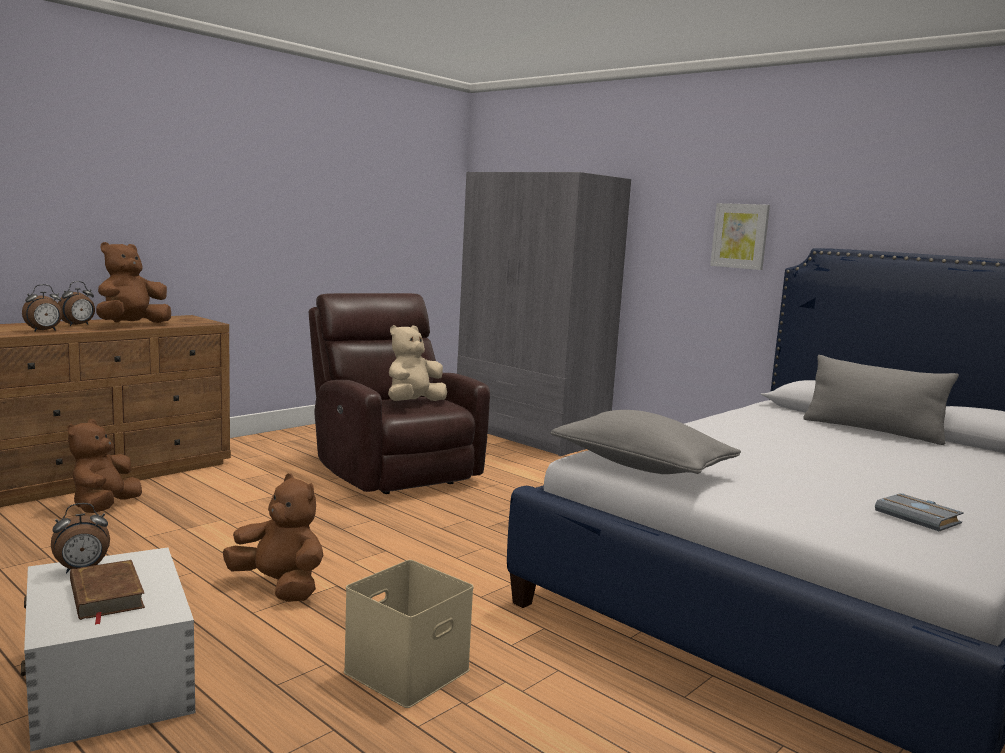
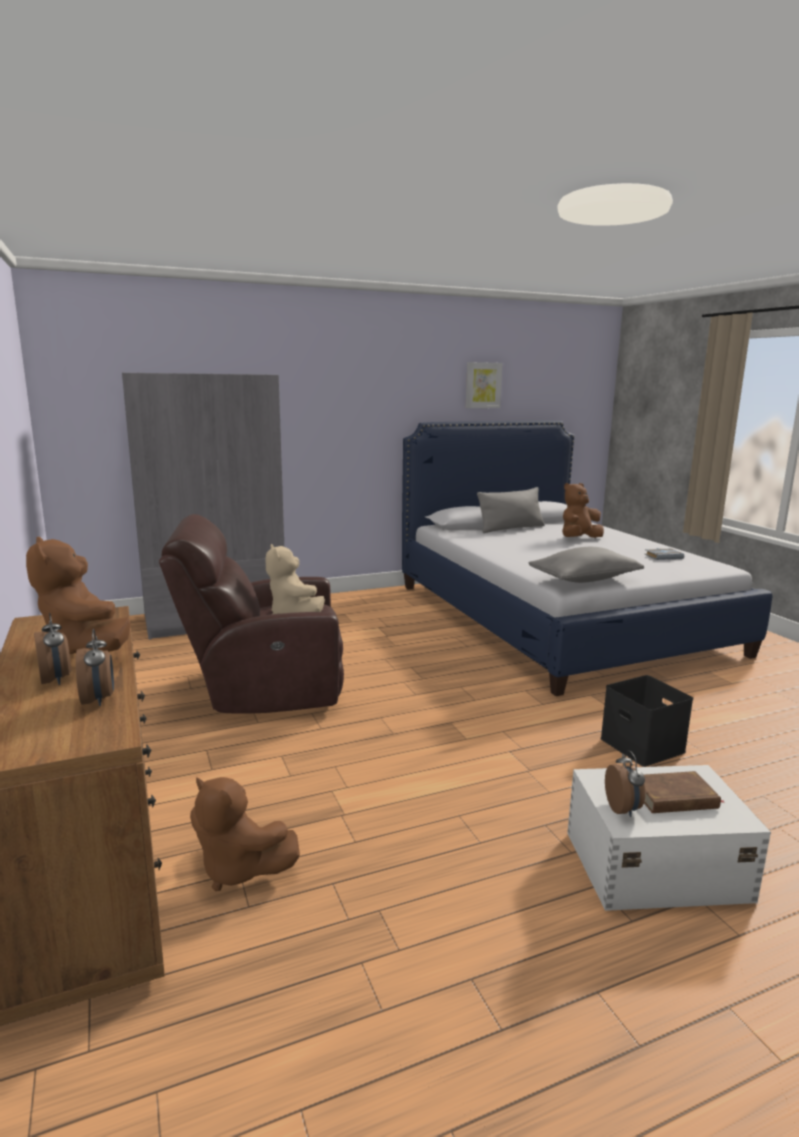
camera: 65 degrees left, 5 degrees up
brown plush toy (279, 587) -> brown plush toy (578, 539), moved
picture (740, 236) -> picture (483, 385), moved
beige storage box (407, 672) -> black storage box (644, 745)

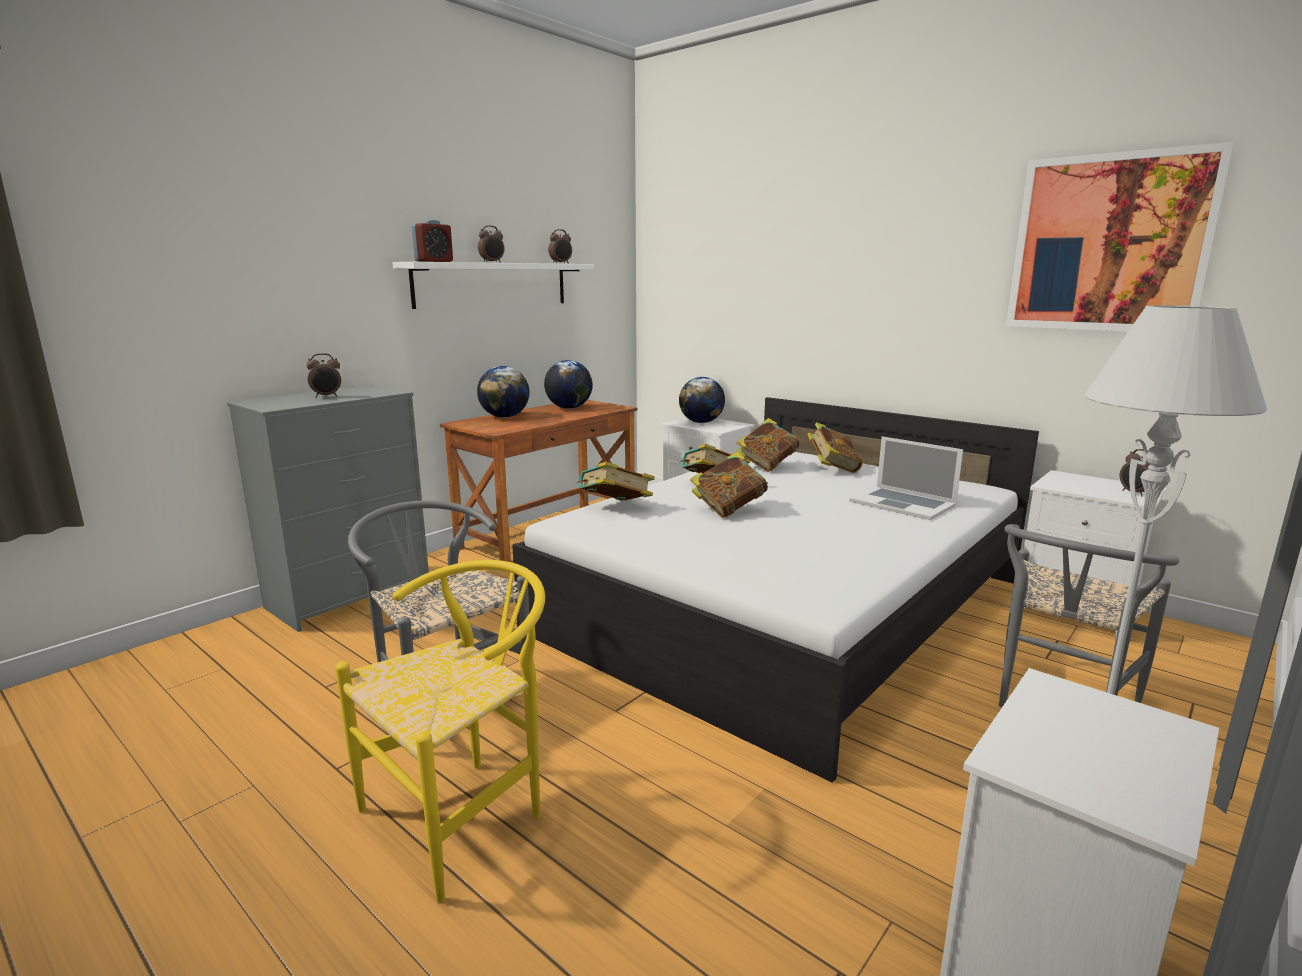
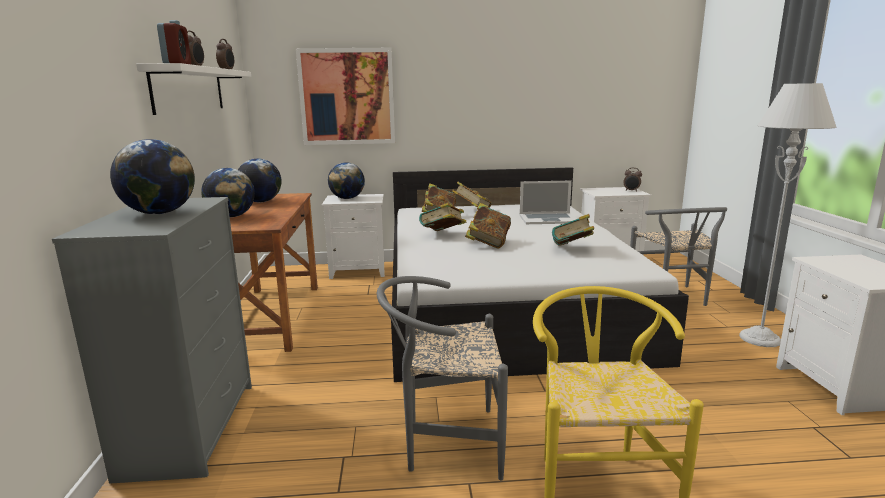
camera: 45 degrees left, 0 degrees up
book (615, 507) -> book (572, 249), moved
picture (1109, 244) -> picture (347, 97), moved
alarm clock (327, 396) -> globe (159, 213)

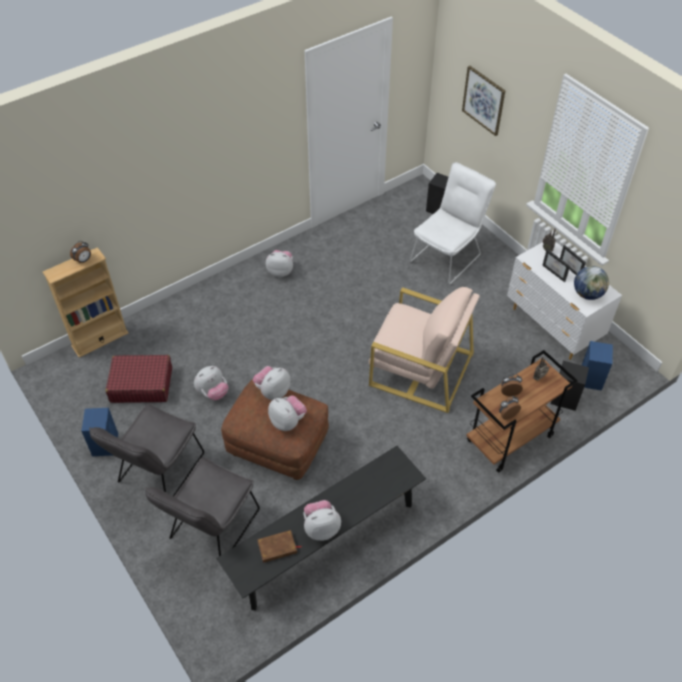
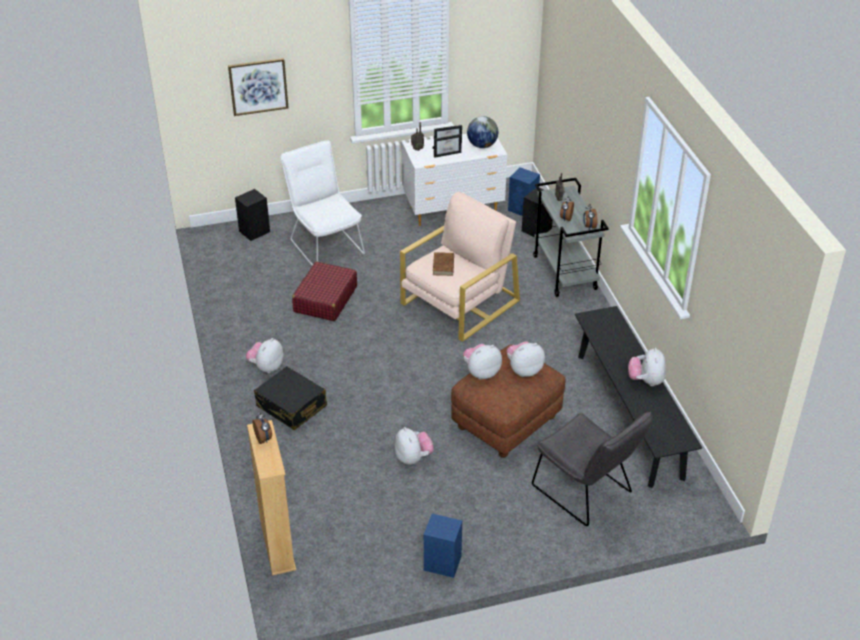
camera: 70 degrees left, 10 degrees down
grey chair (158, 472) -> none
none -> black suitcase (291, 406)
red suitcase (141, 384) -> red suitcase (325, 299), moved
brown book (277, 548) -> brown book (443, 266), moved
brown cart (510, 439) -> grey cart (565, 273)
plush toy (273, 391) -> plush toy (481, 372), 90 degrees clockwise

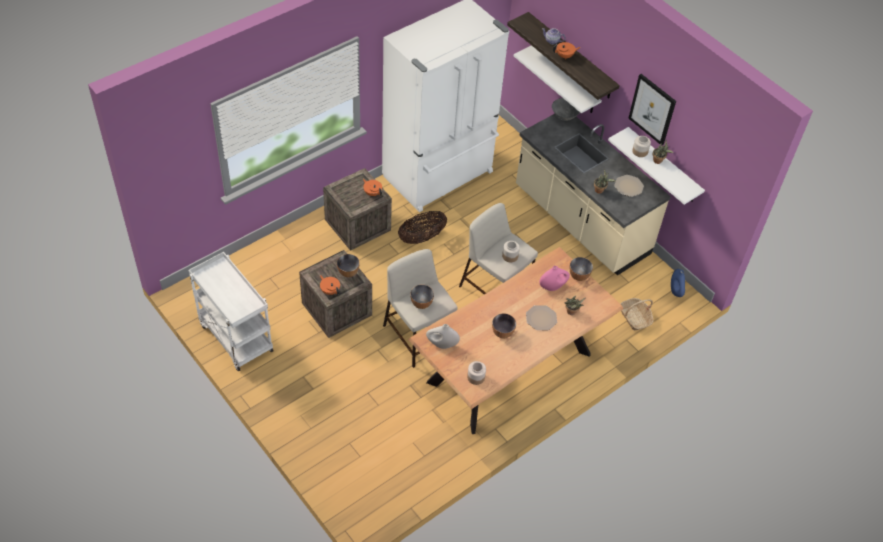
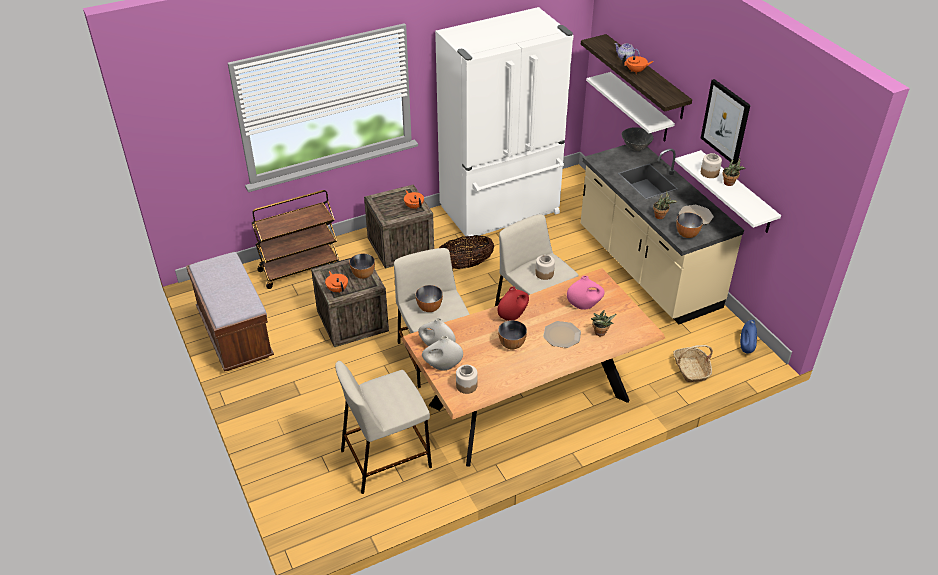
camera: 15 degrees right, 10 degrees down
none -> brown cart (300, 268)
none -> beige stool (387, 458)
none -> white vase (442, 366)
none -> red vase (512, 316)
bowl (579, 276) -> bowl (687, 234), moved
white cart (235, 337) -> brown bench (235, 334)

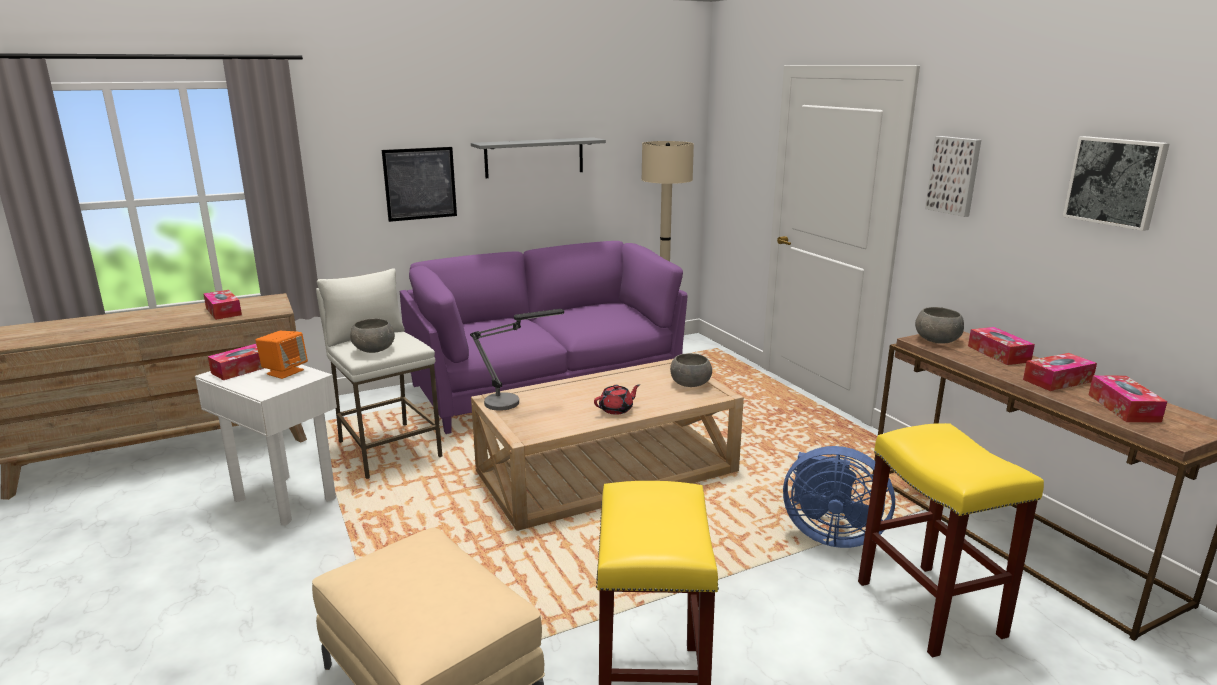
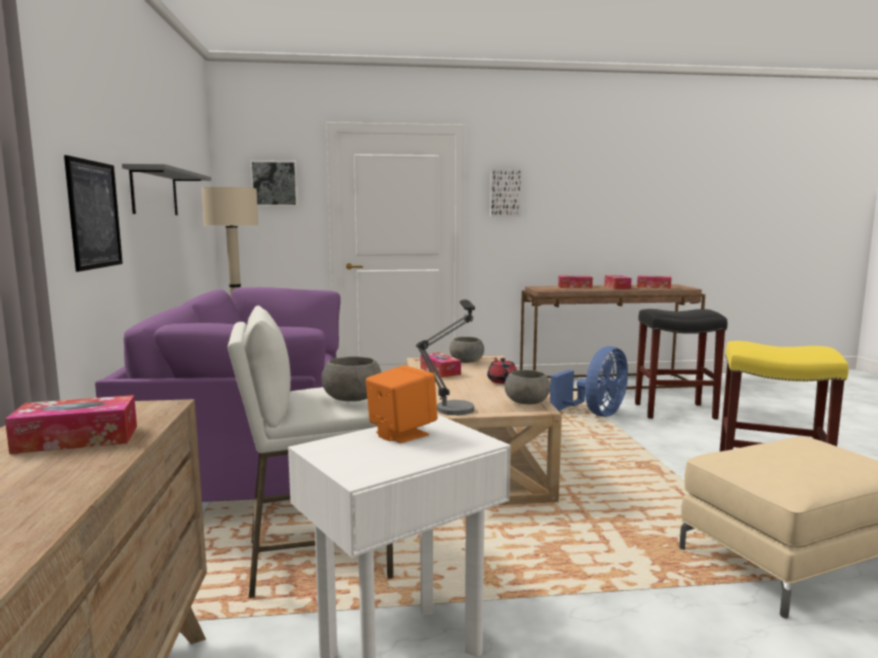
camera: 70 degrees left, 10 degrees down
tissue box (243, 369) -> tissue box (440, 371), moved
grey bowl (937, 340) -> grey bowl (527, 402), moved
picture (1115, 181) -> picture (274, 183), moved
yellow stool (927, 607) -> black stool (673, 411)

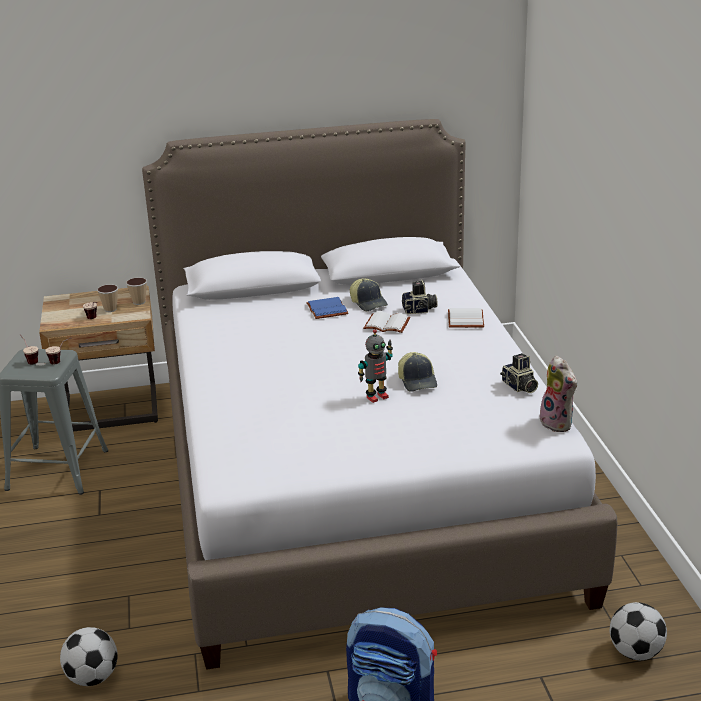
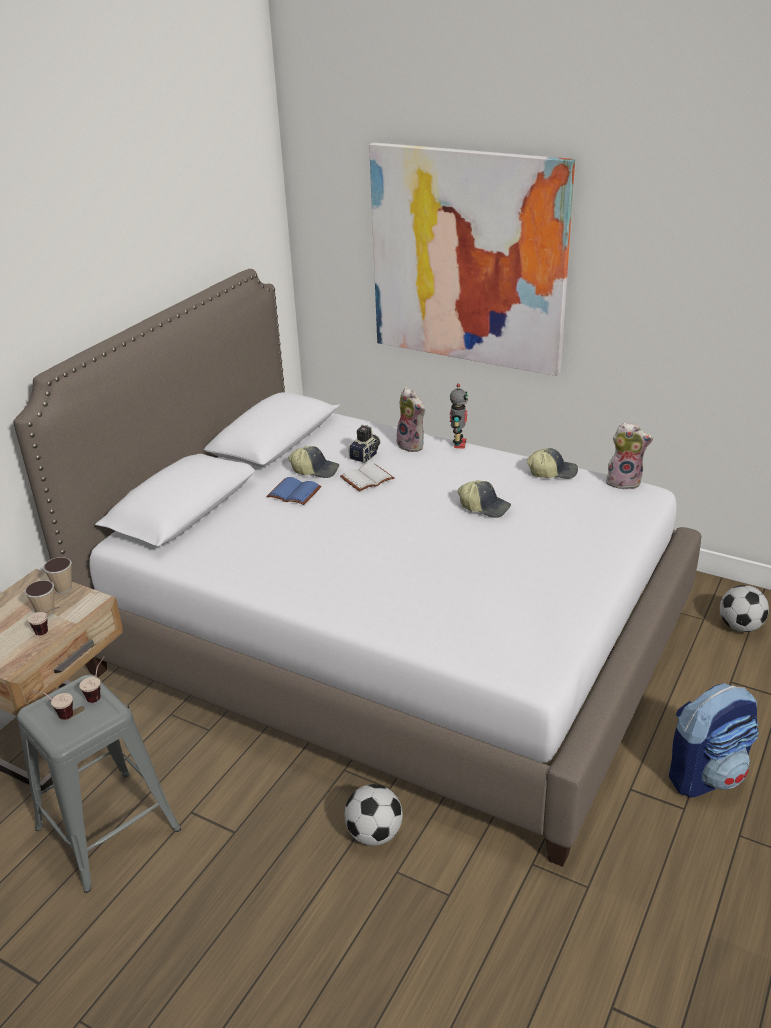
camera: 50 degrees left, 5 degrees up
none -> picture (468, 259)
football (93, 678) -> football (375, 834), moved
toy robot (376, 397) -> toy robot (458, 444), moved
white book (464, 319) -> plush toy (412, 445)
photo camera (519, 387) -> cap (552, 472)

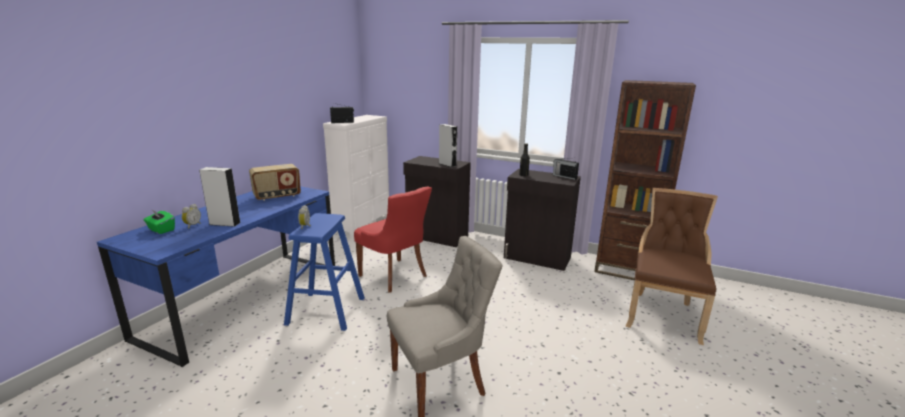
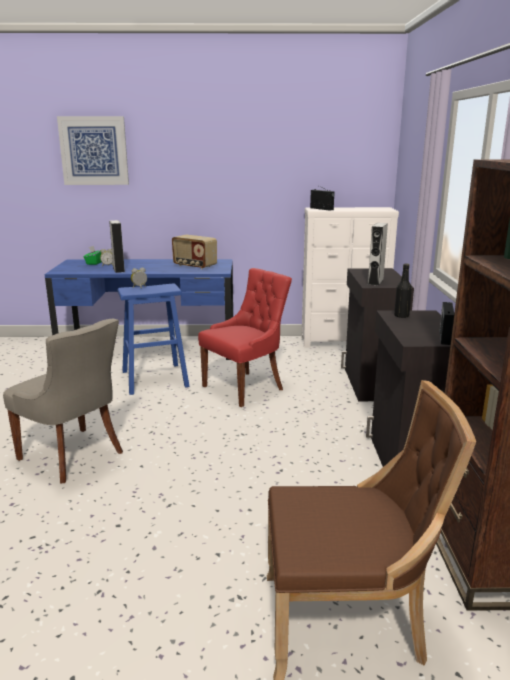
camera: 65 degrees right, 0 degrees up
none -> picture (94, 151)
red chair (394, 276) -> red chair (245, 388), 150 degrees counterclockwise

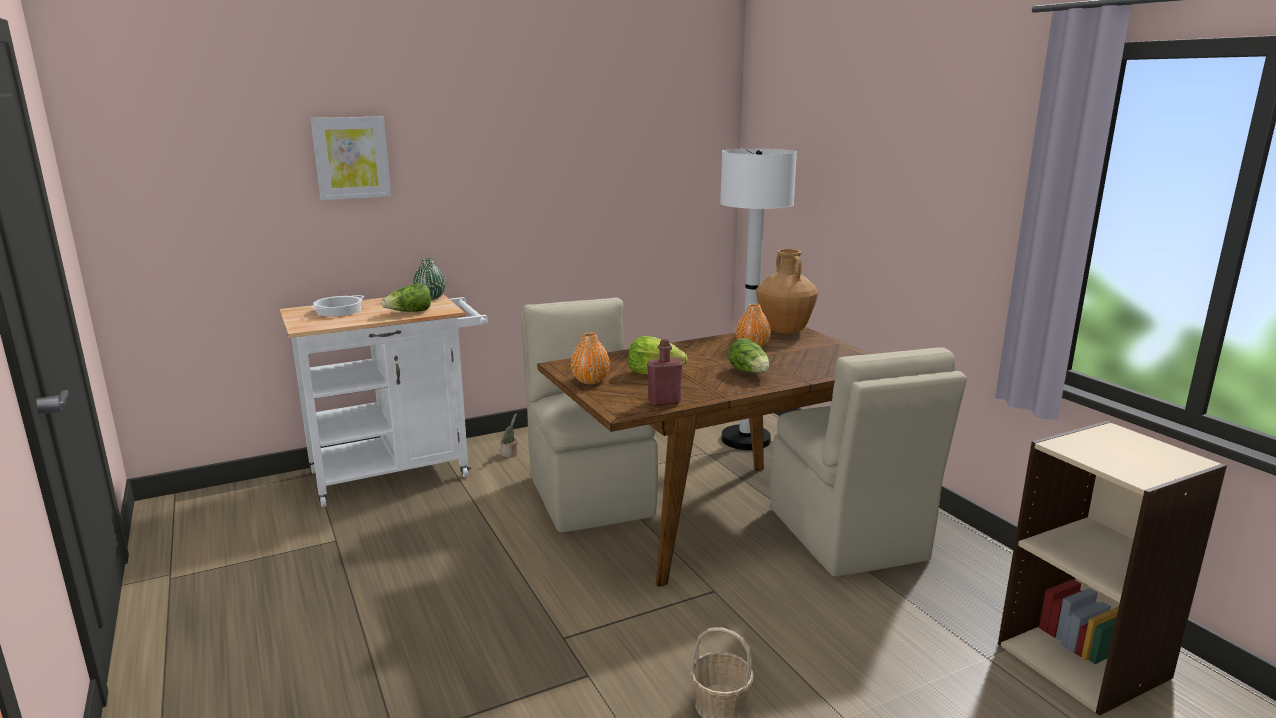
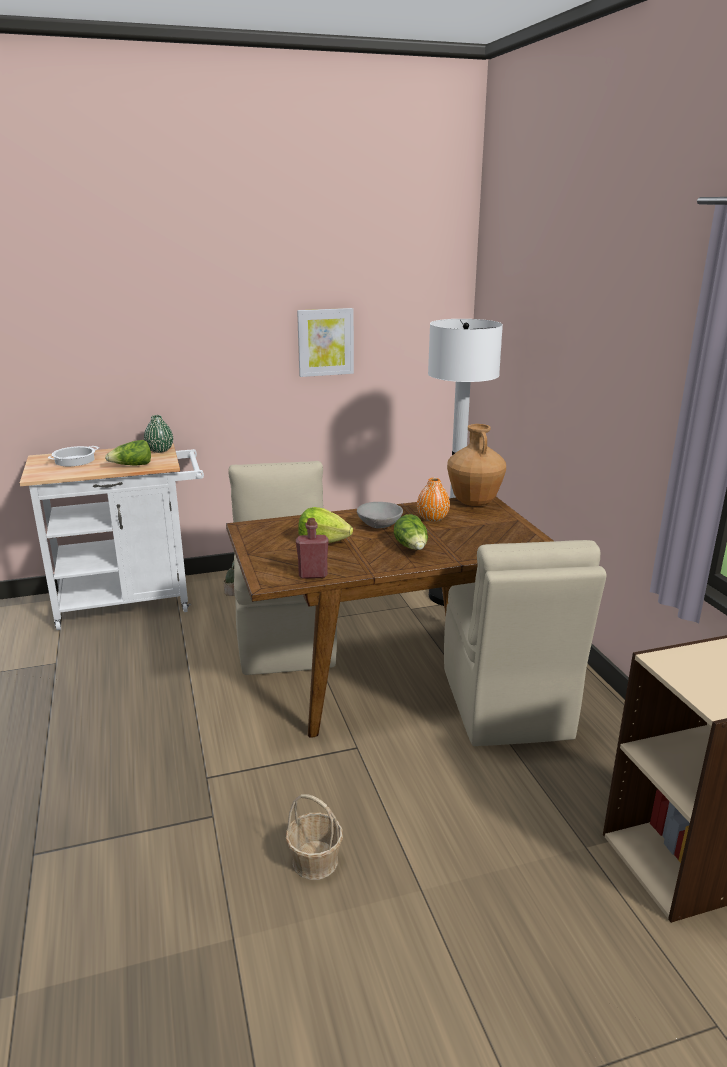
camera: 10 degrees right, 5 degrees up
orange vase (590, 380) -> none
none -> grey bowl (379, 525)
picture (351, 158) -> picture (325, 342), moved

